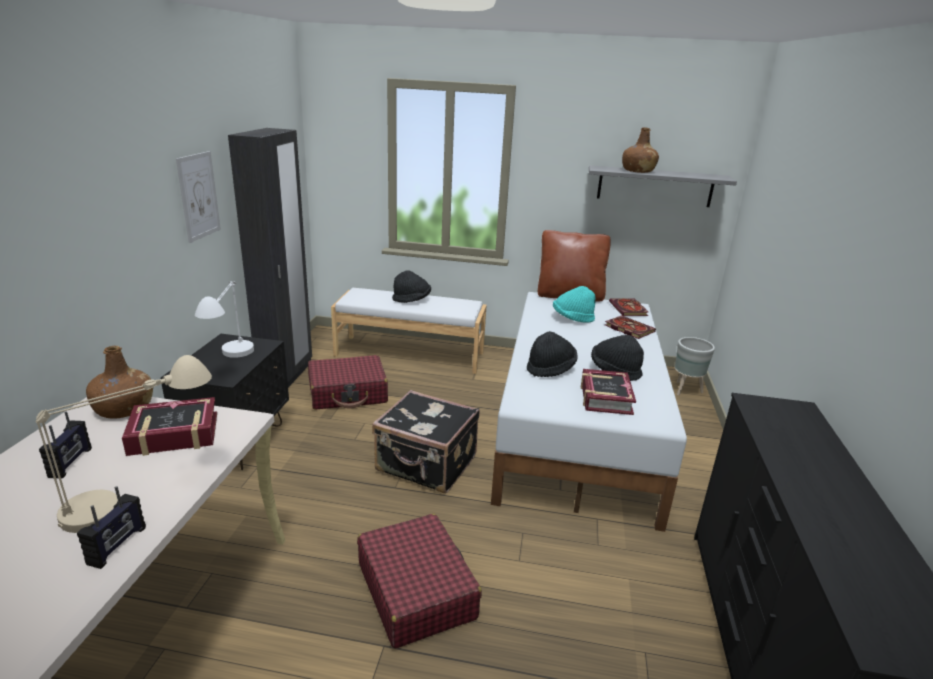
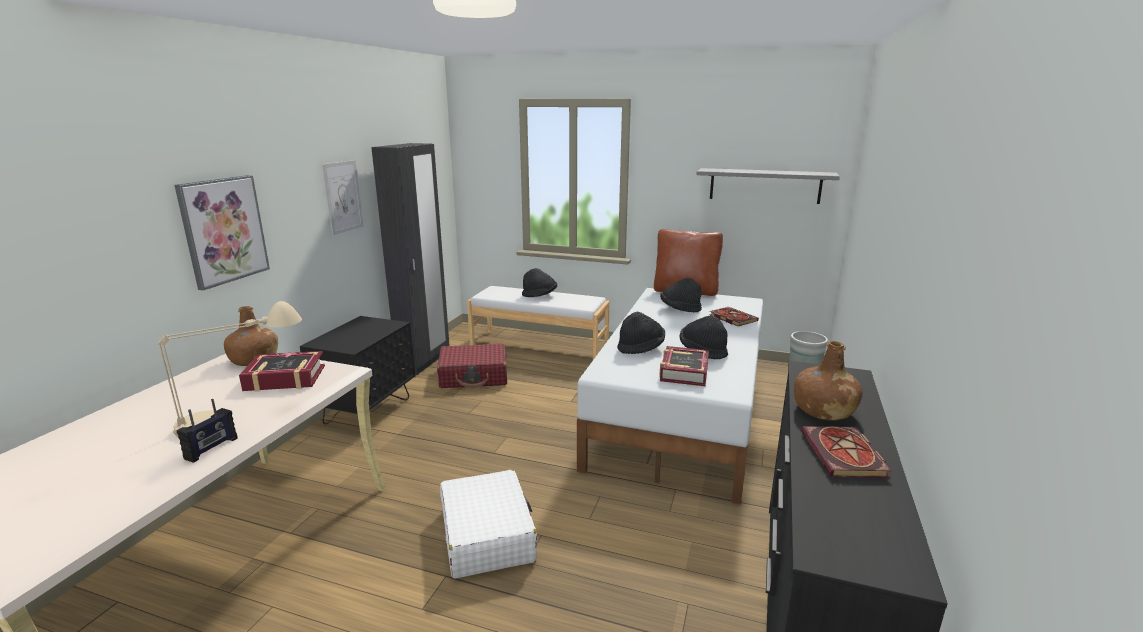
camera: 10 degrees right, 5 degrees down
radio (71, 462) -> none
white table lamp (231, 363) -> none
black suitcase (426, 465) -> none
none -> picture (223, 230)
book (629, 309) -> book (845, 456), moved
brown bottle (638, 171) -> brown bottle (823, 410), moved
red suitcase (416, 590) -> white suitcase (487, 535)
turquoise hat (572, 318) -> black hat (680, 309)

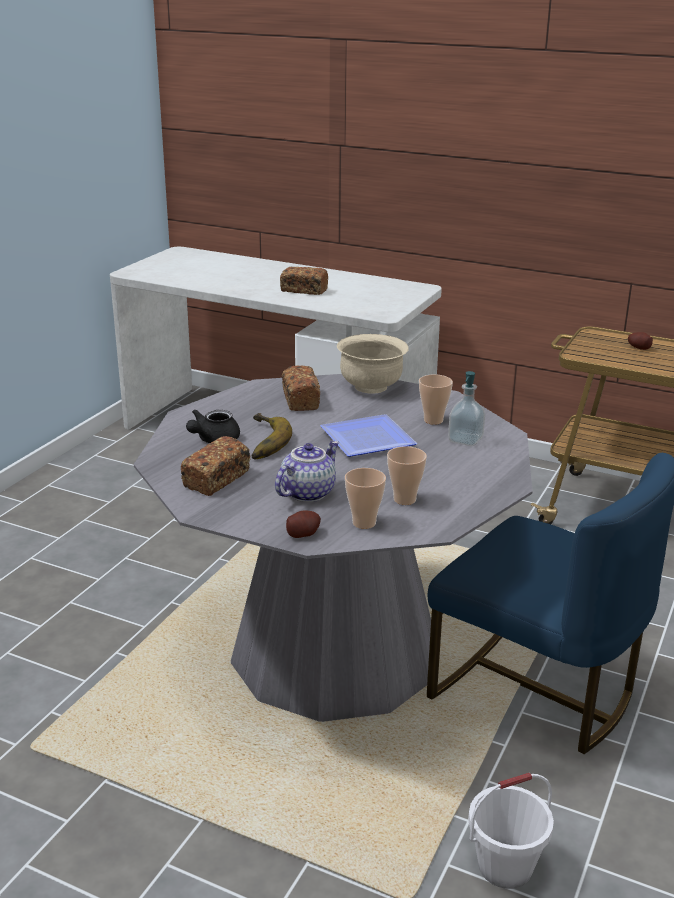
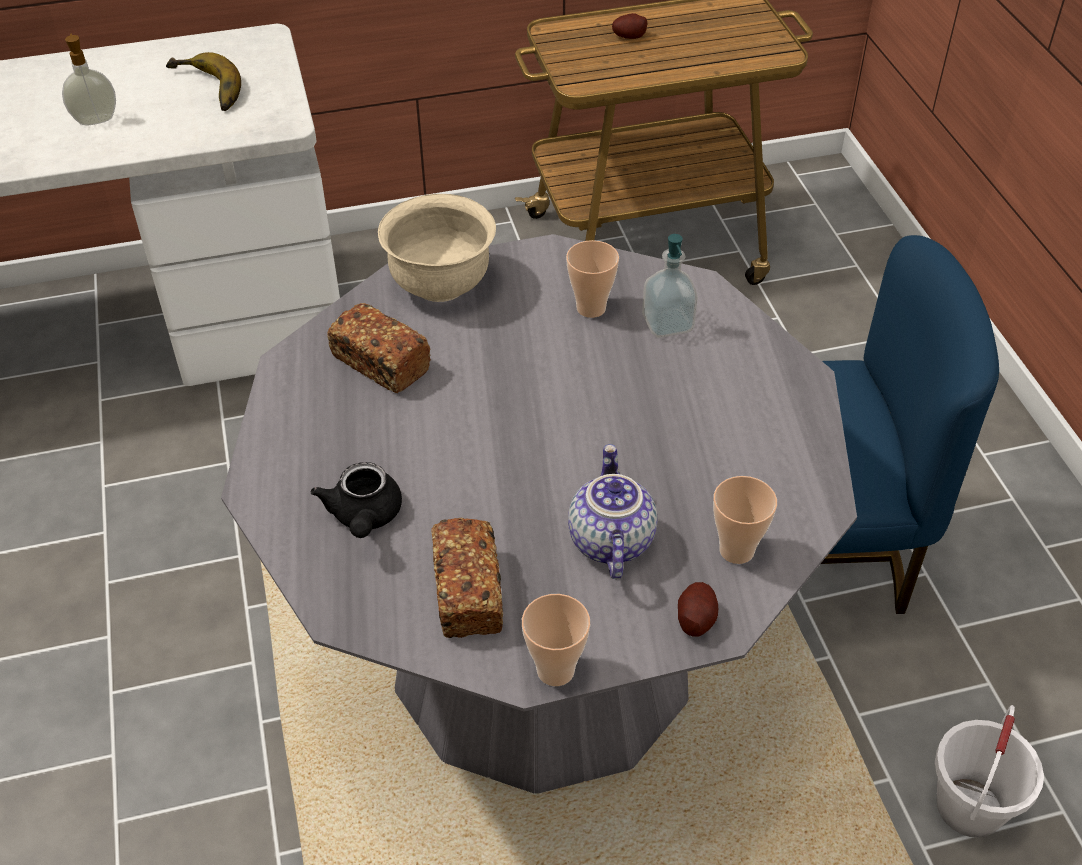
camera: 40 degrees left, 20 degrees up
plate (366, 441) -> none
banana (260, 442) -> banana (204, 90), moved
cup (404, 499) -> cup (555, 670), moved
bread (304, 290) -> soap dispenser (96, 119)

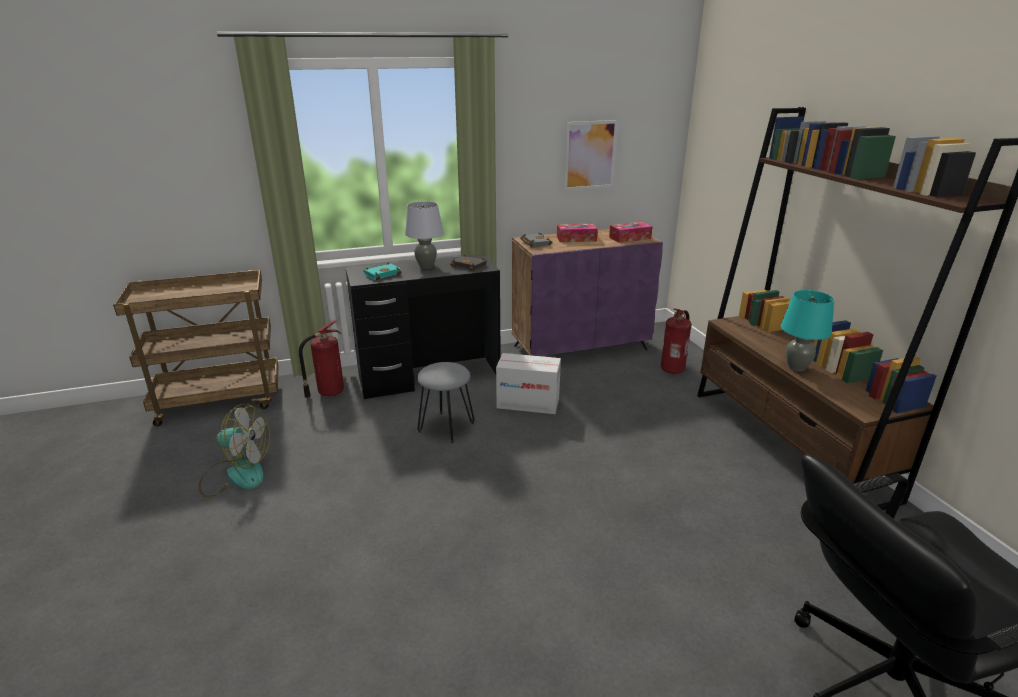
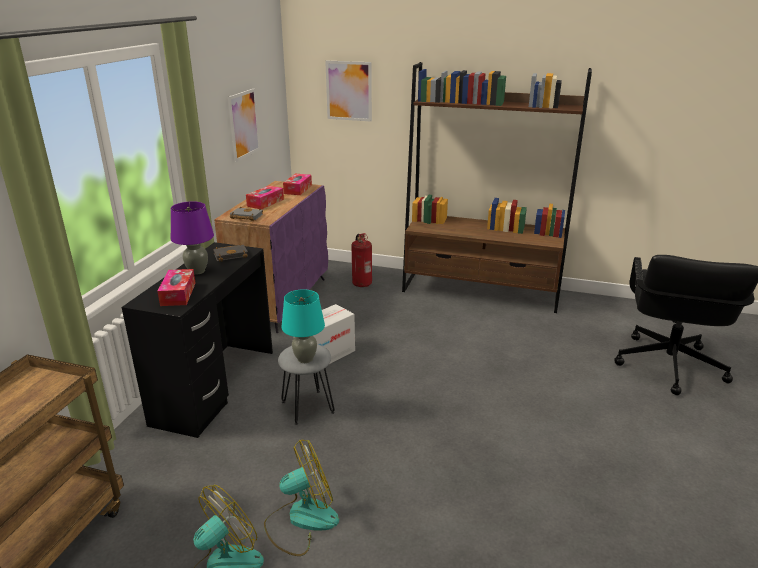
camera: 55 degrees left, 0 degrees up
fire extinguisher (329, 392) -> none
none -> fan (301, 520)
none -> picture (349, 91)
turquoise table lamp (797, 367) -> turquoise table lamp (305, 359), moved
turquoise book (383, 274) -> tissue box (178, 294)
grey table lamp (426, 266) -> purple table lamp (197, 271)

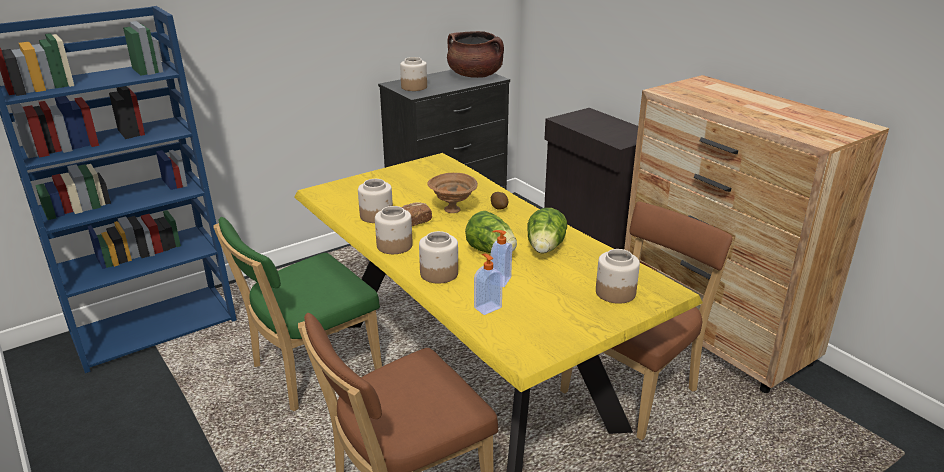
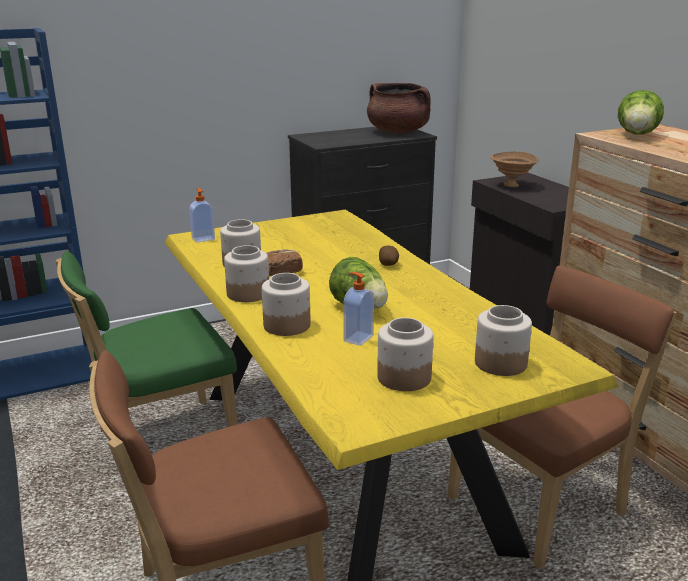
camera: 10 degrees right, 5 degrees down
jar (413, 87) -> jar (403, 378), moved
brown bowl (453, 210) -> brown bowl (512, 186), moved
soap dispenser (487, 307) -> soap dispenser (203, 239), moved
lettuce (545, 249) -> lettuce (637, 135), moved

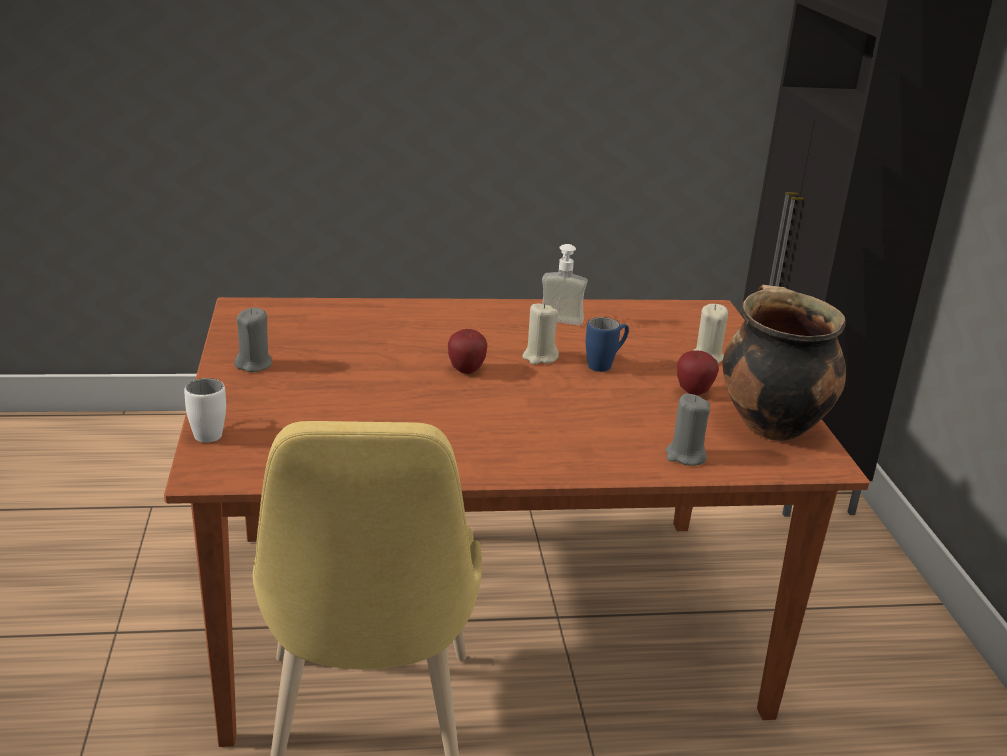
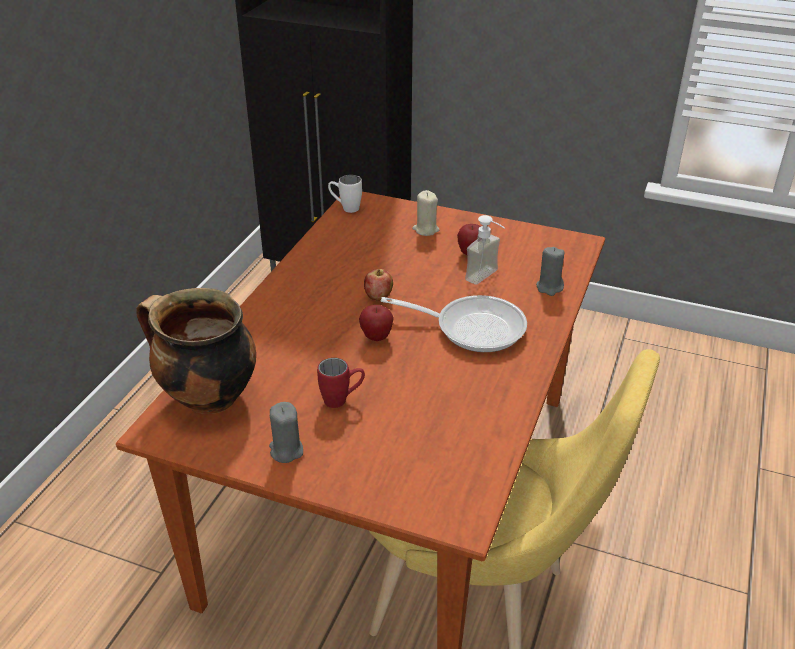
camera: 60 degrees left, 10 degrees up
blue mug (605, 365) -> none
none -> red mug (342, 400)
none -> frying pan (472, 327)
white mug (207, 431) -> white mug (345, 208), moved
soap dispenser (559, 323) -> soap dispenser (487, 278), moved
cooking pot (770, 424) -> cooking pot (207, 398), moved
beige candle (539, 357) -> apple (378, 297)

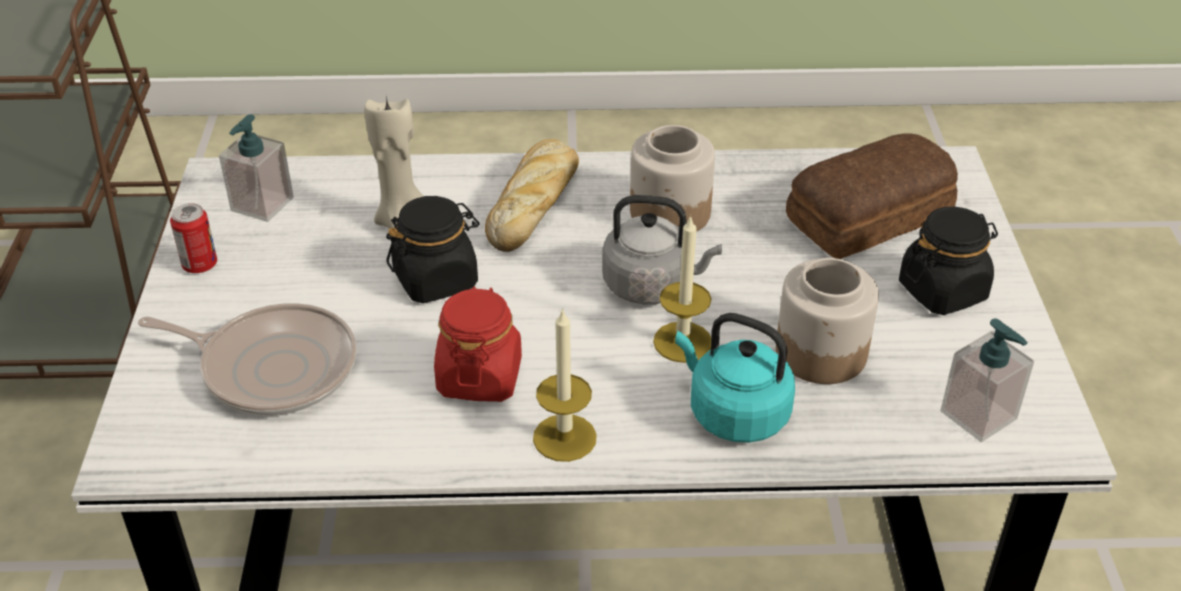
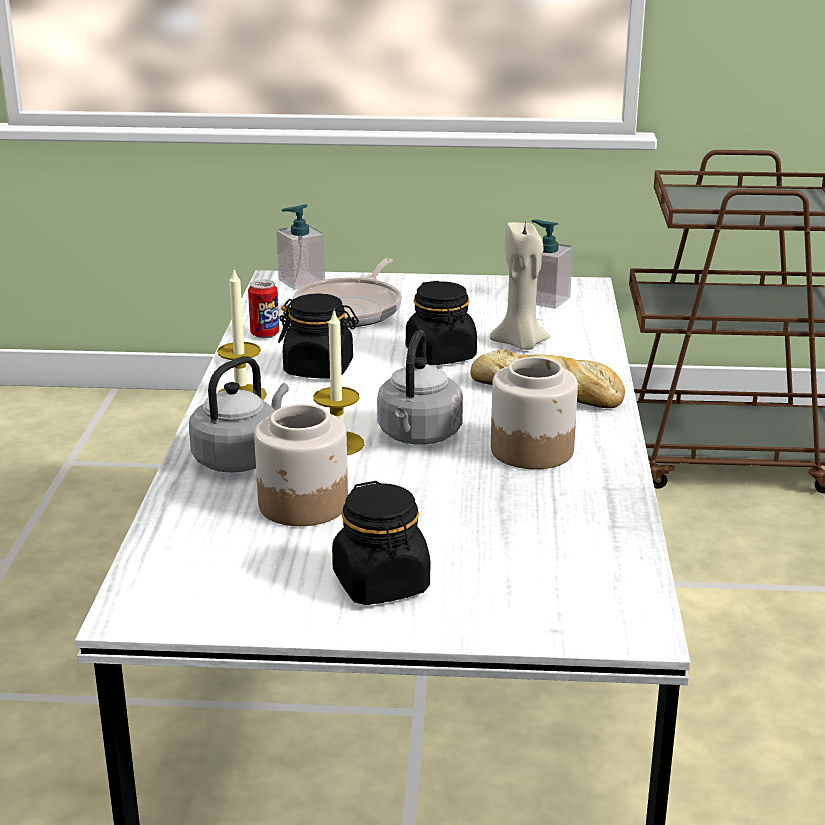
camera: 95 degrees right, 15 degrees down
bread (873, 217) -> none
can (200, 265) -> can (265, 334), moved
soap dispenser (978, 415) -> soap dispenser (301, 281), moved
red jar (479, 377) -> black jar (319, 369)
turquoise kettle (733, 413) -> grey kettle (240, 458)

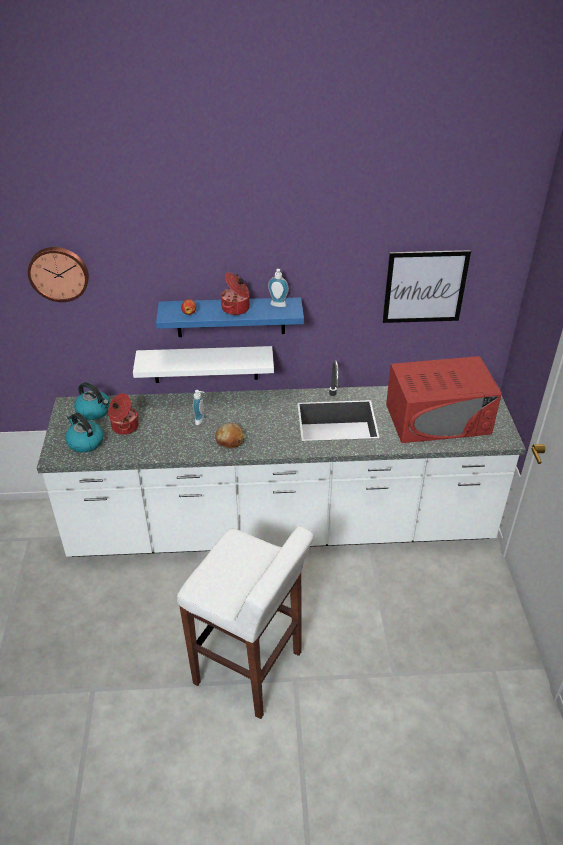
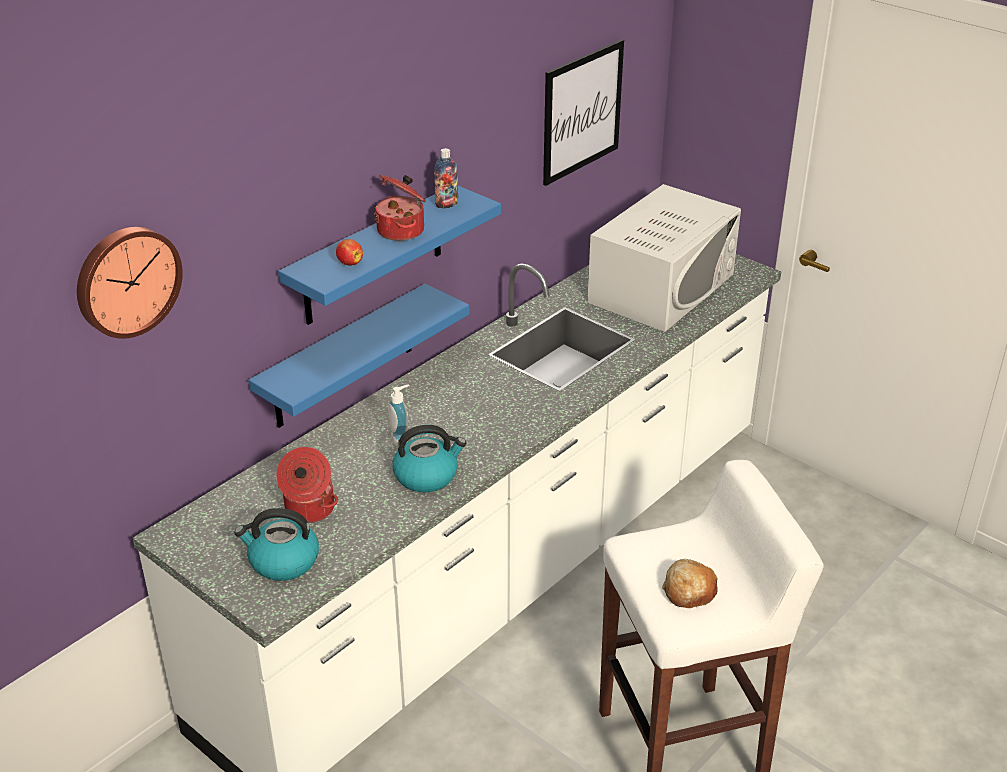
camera: 45 degrees left, 5 degrees down
kettle (94, 411) -> kettle (427, 475), moved
bread (230, 440) -> bread (689, 591), moved
soap dispenser (277, 306) -> bottle (446, 205)
white shelf (205, 364) -> blue shelf (344, 358)
red microwave (438, 419) -> white microwave (661, 288)

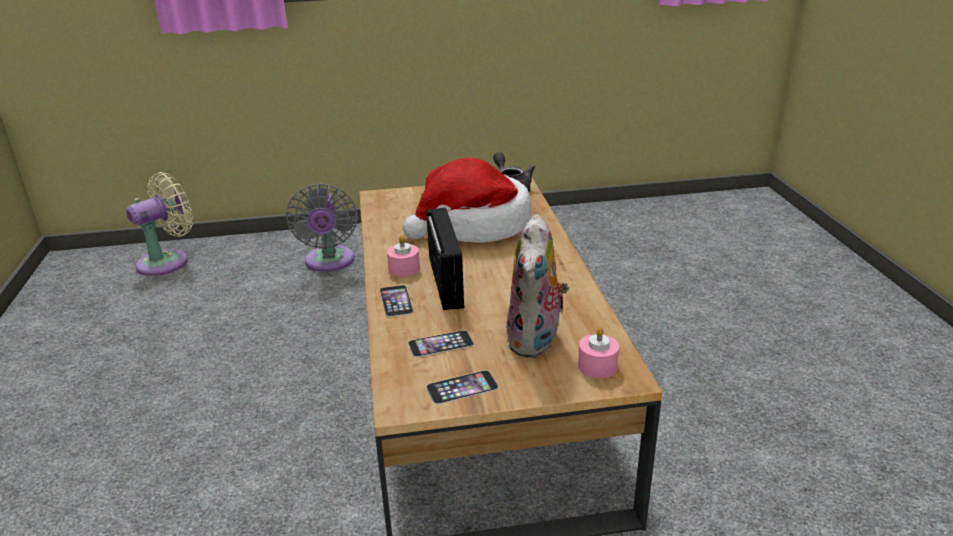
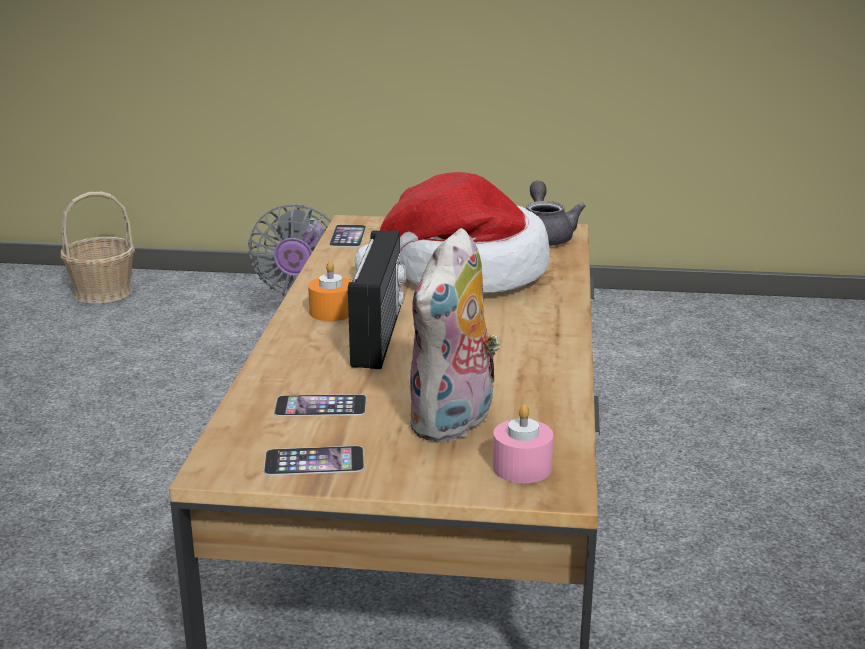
camera: 15 degrees right, 5 degrees down
phone (396, 300) -> phone (348, 236), moved
beige fan (168, 261) -> basket (102, 292)
pink candle (404, 269) -> orange candle (331, 312)

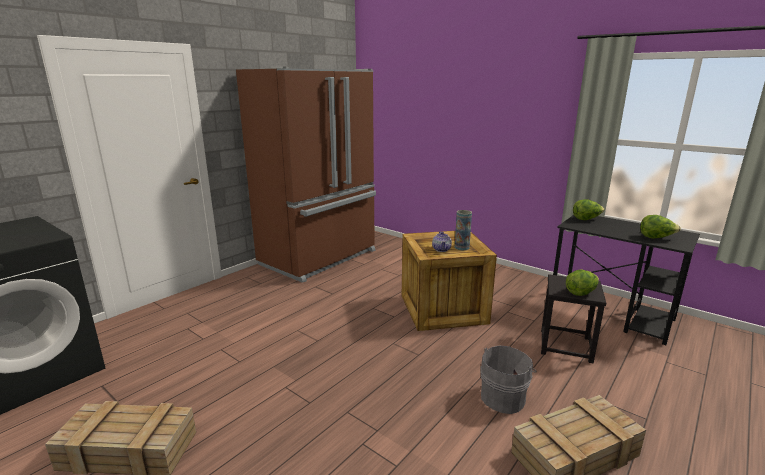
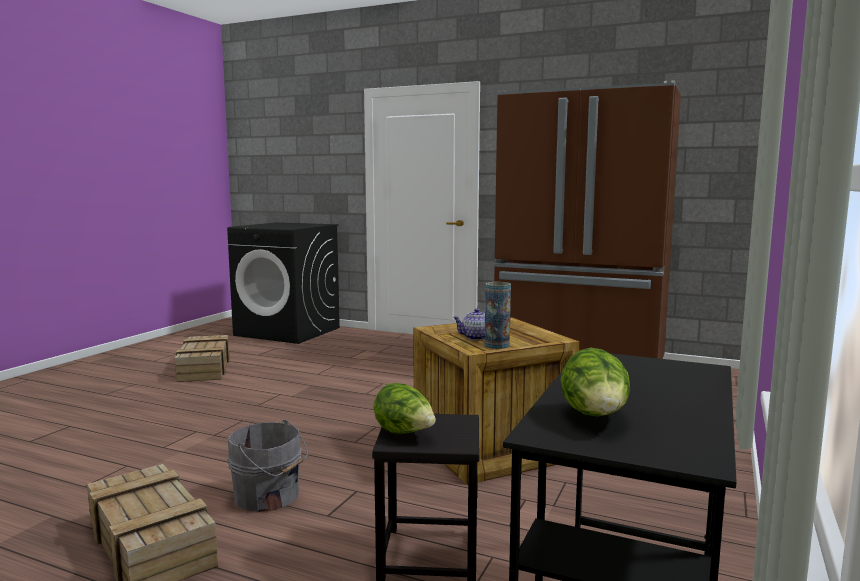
camera: 75 degrees right, 10 degrees down
lettuce (586, 219) -> none

